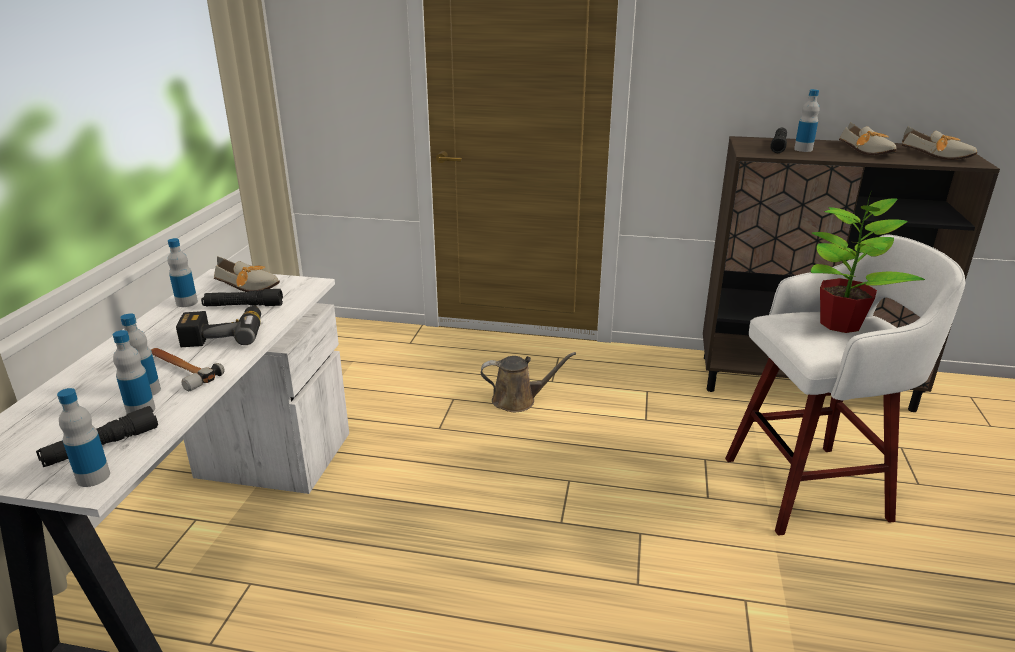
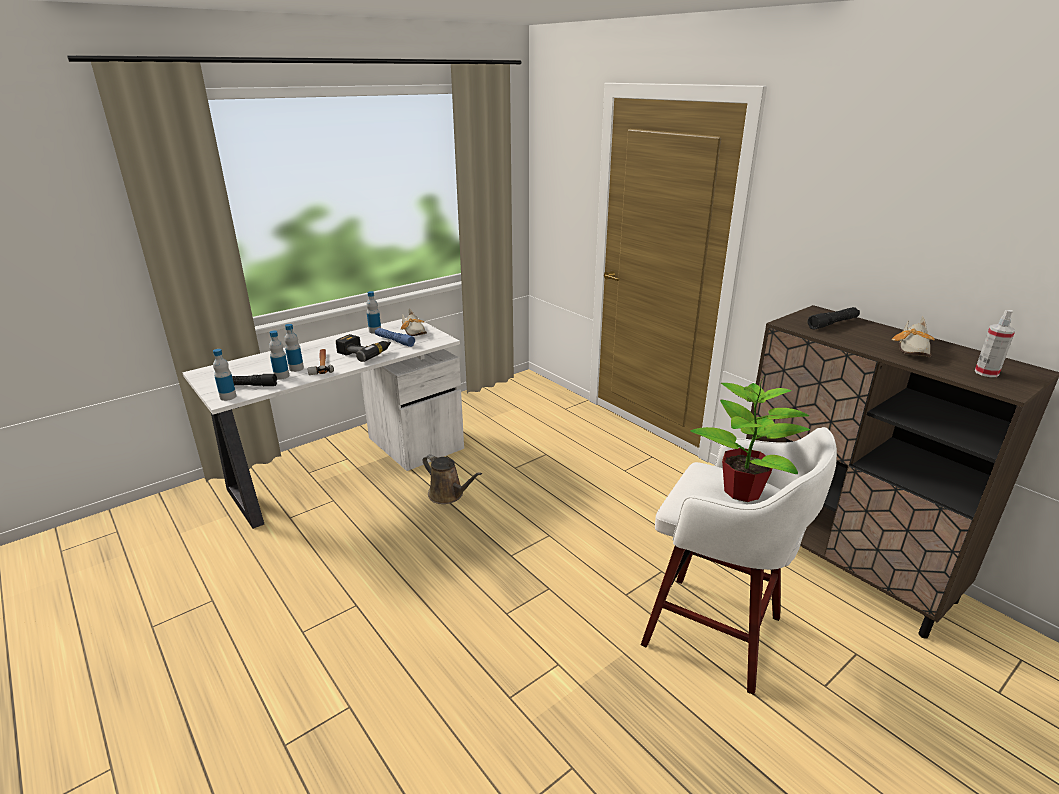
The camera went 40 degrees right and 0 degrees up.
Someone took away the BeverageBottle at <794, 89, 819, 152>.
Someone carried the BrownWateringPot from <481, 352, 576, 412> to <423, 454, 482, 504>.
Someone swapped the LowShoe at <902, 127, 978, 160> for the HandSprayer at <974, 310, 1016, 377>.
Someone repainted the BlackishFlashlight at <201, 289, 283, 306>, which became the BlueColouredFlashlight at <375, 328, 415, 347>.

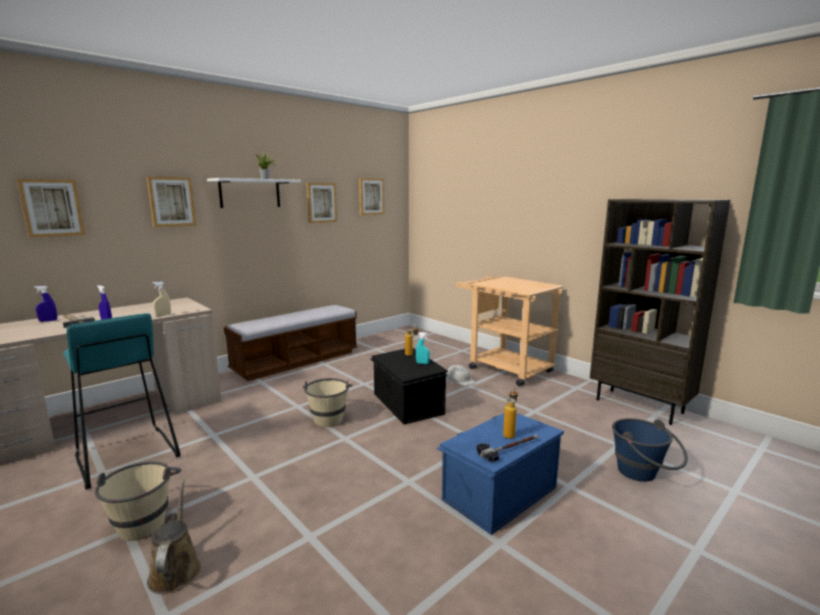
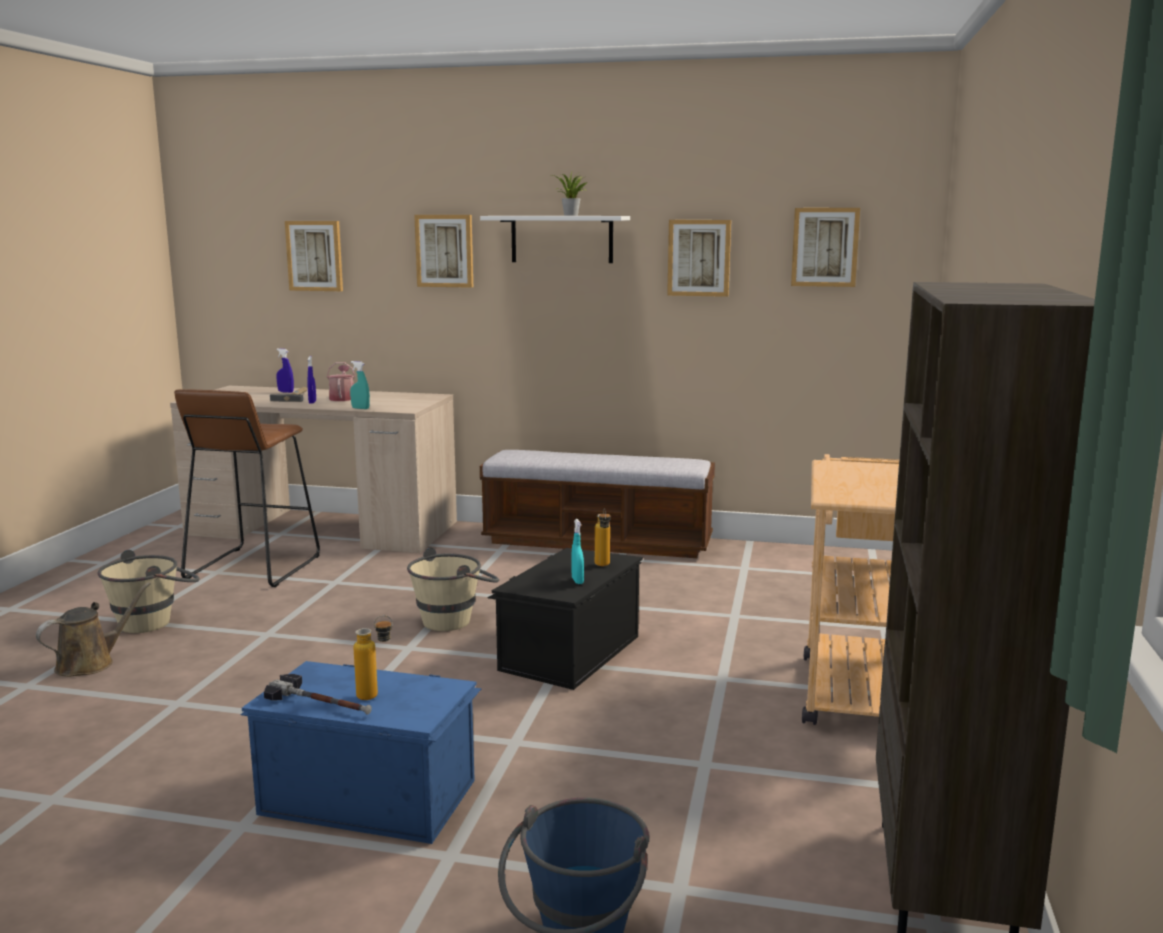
The camera went 55 degrees right and 0 degrees up.
Someone took away the WhiteColouredWorkHelmet at <446, 365, 476, 386>.
Someone put down the WateringPot at <327, 362, 355, 401>.
Someone repainted the BlueGreenStool at <63, 313, 181, 490>, which became the BrownStool at <174, 389, 320, 587>.
Someone repainted the BeigeColouredHandSprayer at <152, 281, 171, 316>, which became the BlueGreenHandSprayer at <350, 361, 370, 409>.

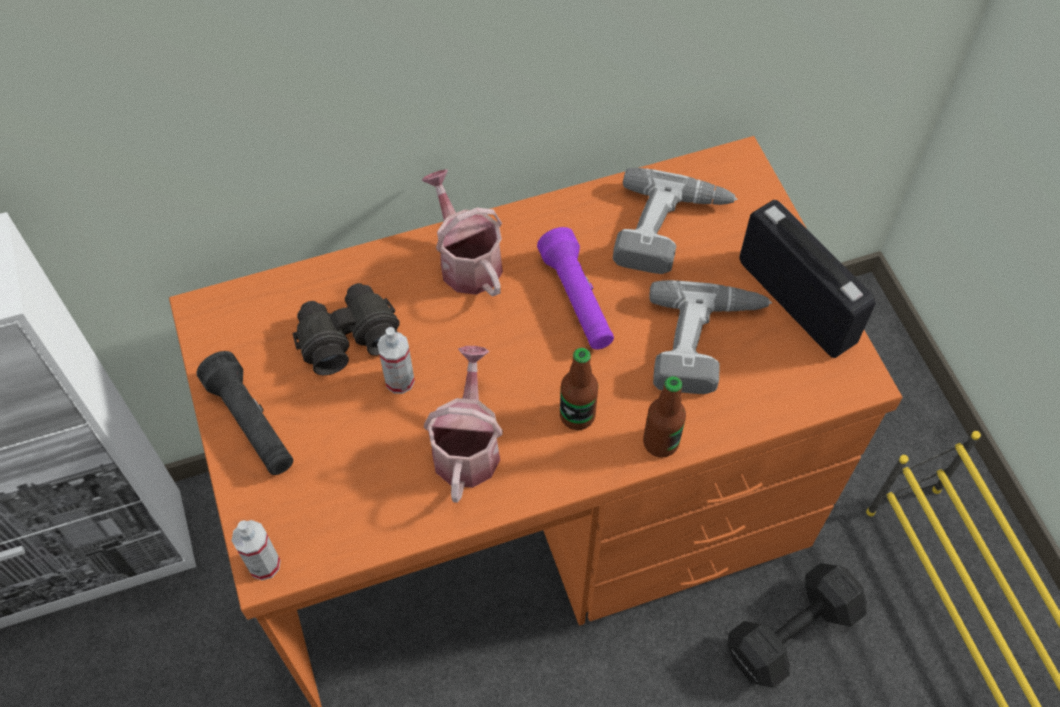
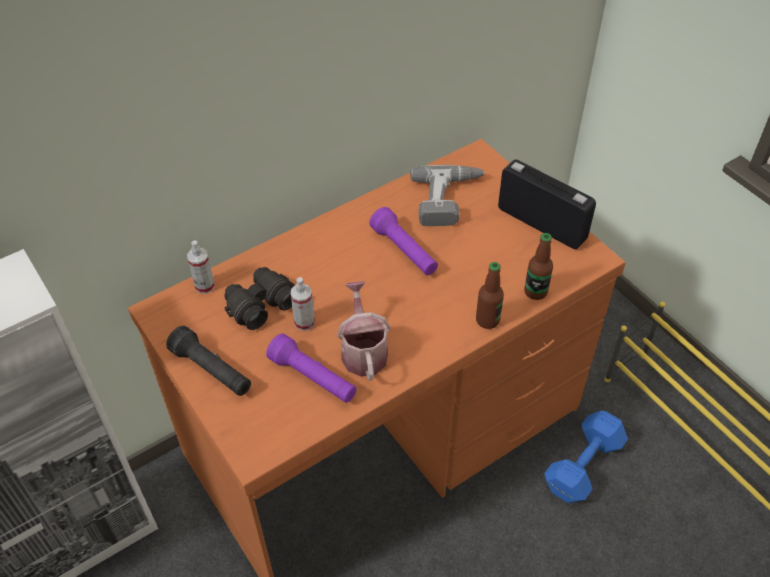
The camera went 15 degrees left and 10 degrees down.
Someone took away the WateringPot at <421, 169, 503, 297>.
Someone took away the PowerDrill at <649, 280, 772, 394>.
Someone put down the PurplishFlashlight at <266, 333, 357, 403>.
Someone carried the HandSprayer from <232, 520, 281, 580> to <187, 240, 215, 294>.
Someone carried the BeverageBottle from <560, 348, 598, 430> to <524, 233, 553, 300>.
Someone repainted the BlackishDumbbell at <728, 563, 866, 688>, which became the BlueColouredDumbbell at <544, 411, 628, 503>.

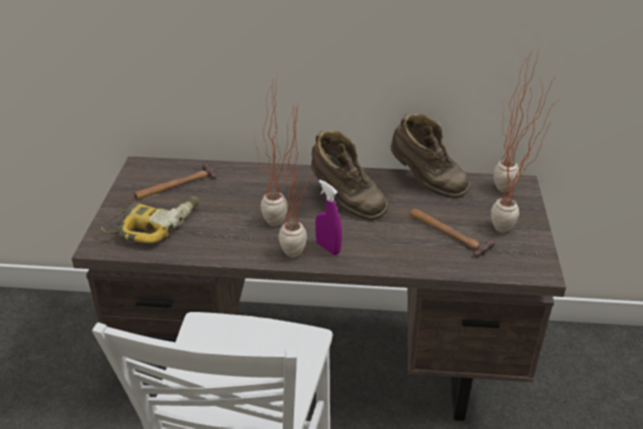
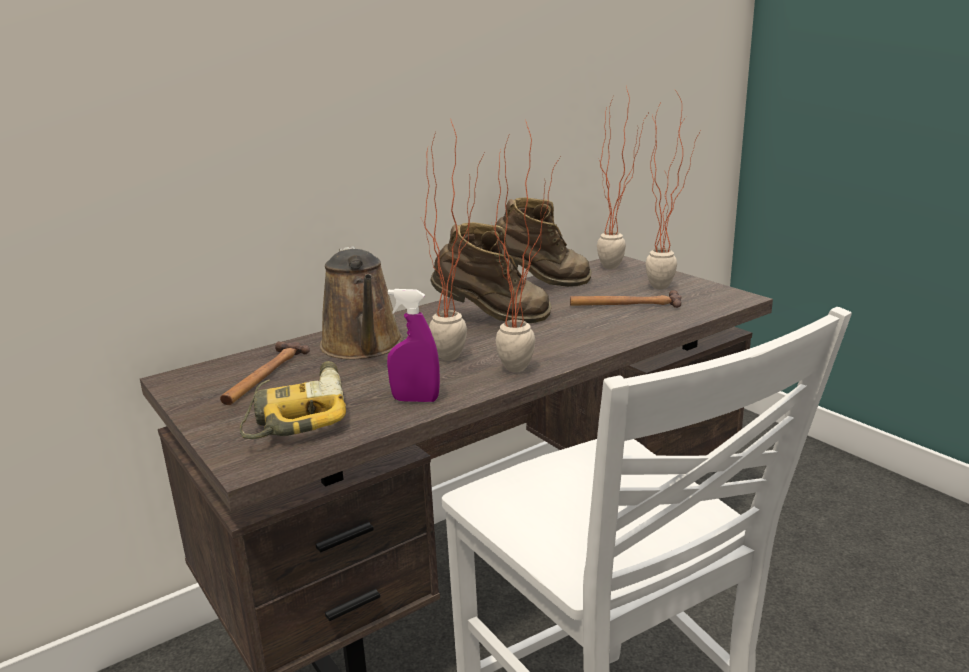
The camera went 40 degrees left and 15 degrees down.
Someone put down the BrownWateringPot at <320, 246, 403, 359>.
Someone carried the PurplishHandSprayer from <315, 180, 342, 255> to <387, 289, 440, 402>.

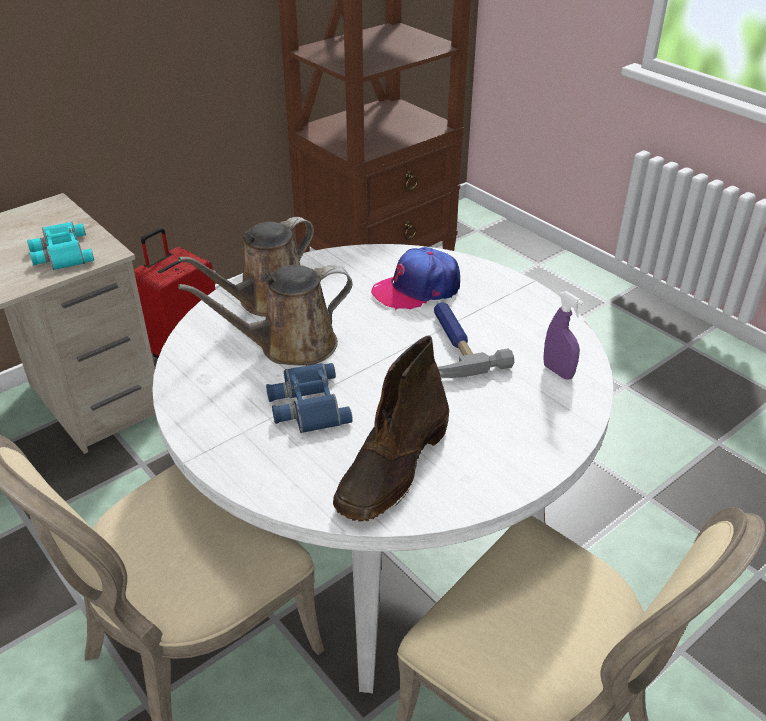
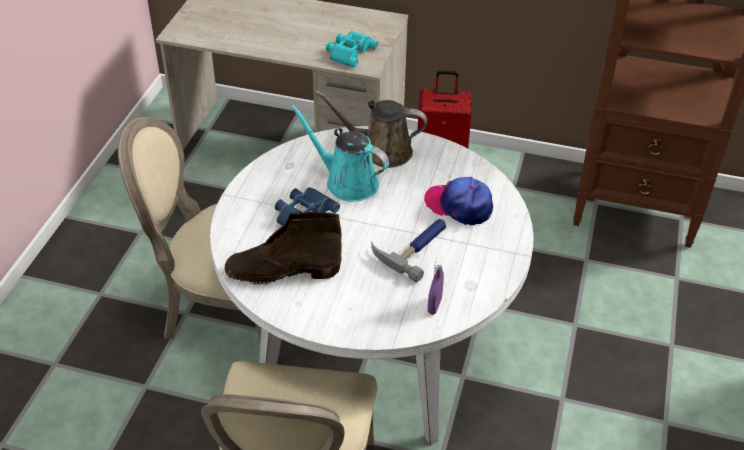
The camera went 55 degrees right and 5 degrees up.
Someone repainted the BrownWateringPot at <178, 265, 352, 366>, which became the BlueGreenWateringPot at <290, 104, 389, 201>.

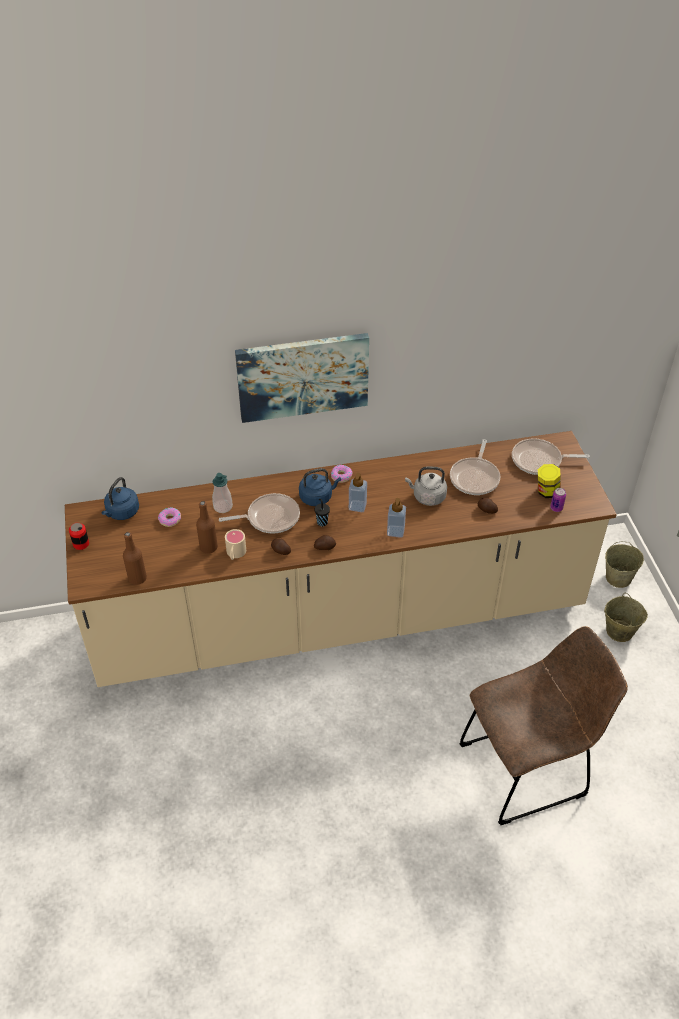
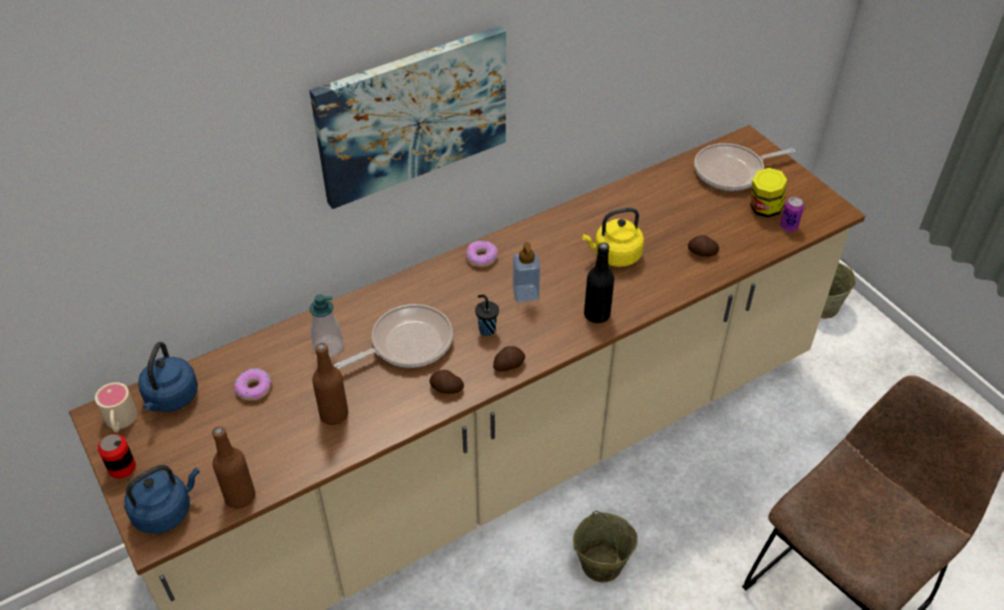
The camera went 20 degrees left and 0 degrees up.
Someone took away the Skillet at <450, 439, 501, 495>.
Someone carried the BeigeColouredTeaMug from <225, 529, 246, 560> to <95, 382, 137, 433>.
Someone carried the BlueColouredKettle from <299, 468, 341, 506> to <124, 465, 200, 534>.
Someone carried the BeigeColouredWaterBucket from <604, 593, 648, 642> to <573, 511, 638, 582>.
Someone swapped the LiquidSoapBottle at <387, 498, 406, 538> for the BlackishBeverageBottle at <584, 243, 614, 323>.
Someone repainted the GreyKettle at <405, 467, 447, 506>, which became the YellowishKettle at <582, 208, 644, 267>.

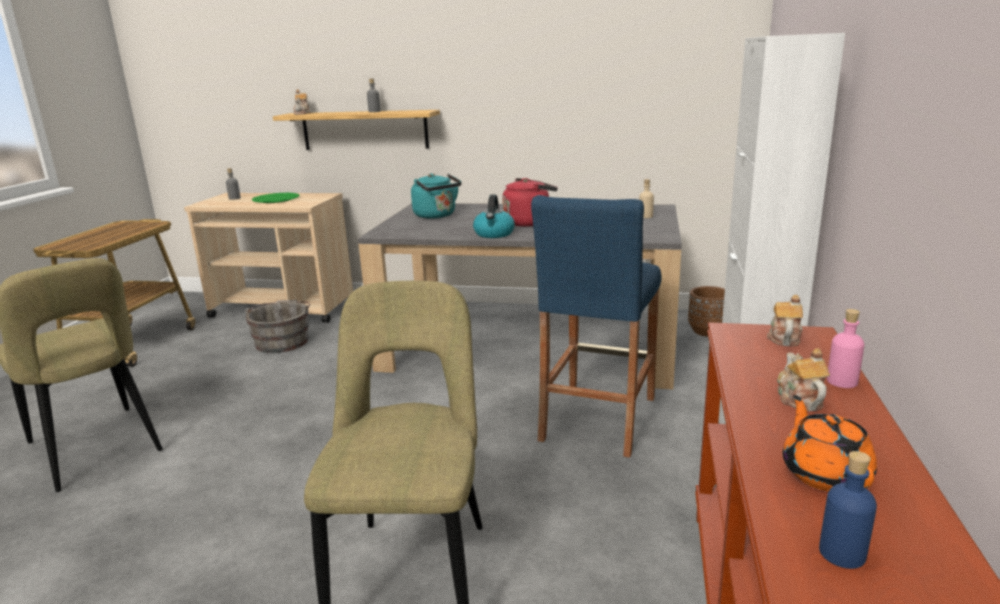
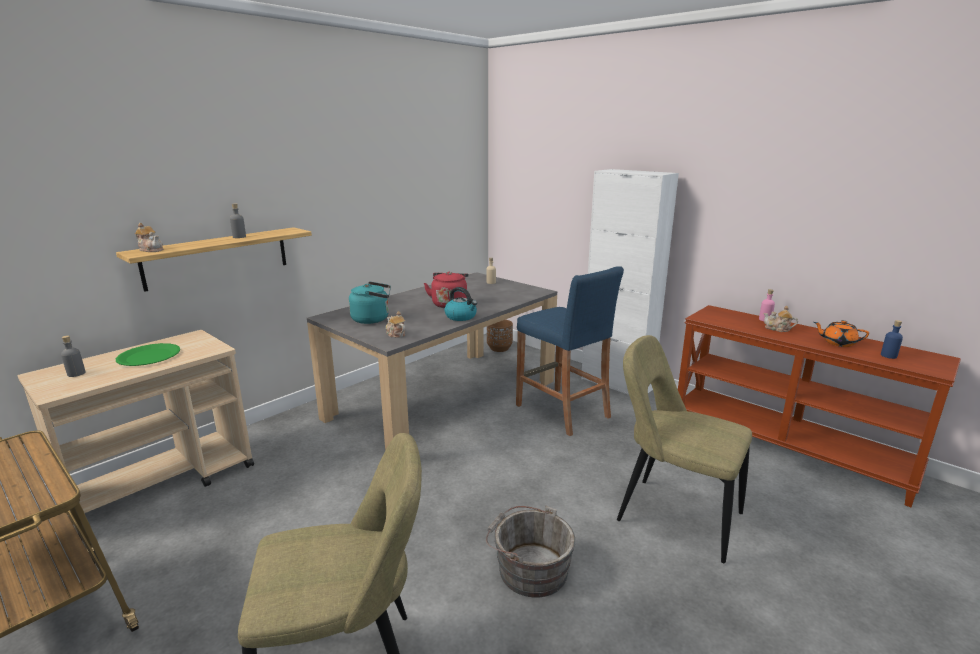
The camera went 60 degrees left and 0 degrees up.
Someone carried the GreyWaterBucket from <245, 300, 310, 353> to <486, 506, 575, 597>.
Someone carried the TeaPot from <767, 295, 803, 346> to <386, 311, 405, 338>.

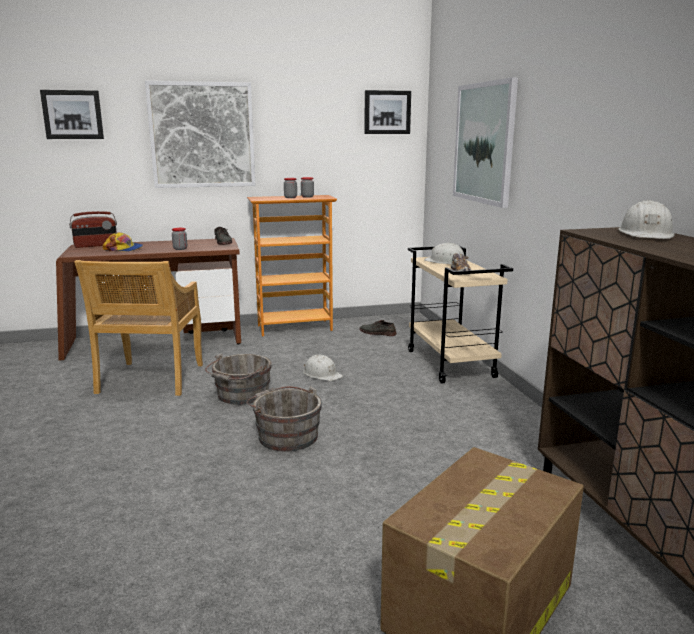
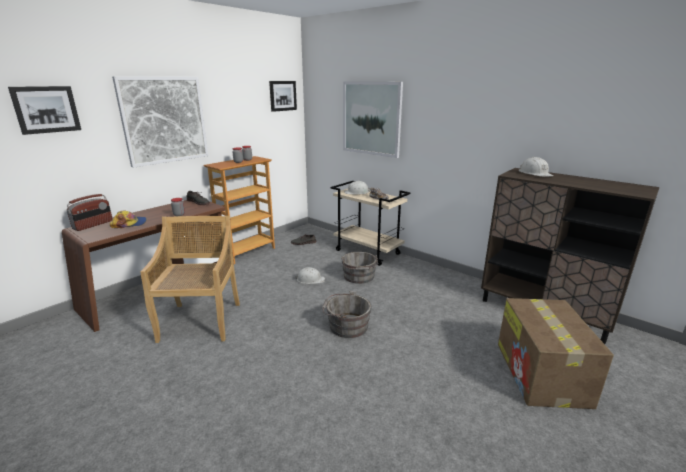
The camera went 35 degrees left and 5 degrees up.
Someone carried the GreyWaterBucket from <205, 353, 272, 405> to <341, 252, 378, 284>.
Someone rotated the BeigeColouredPlainChair at <74, 260, 203, 396> by 150 degrees counterclockwise.

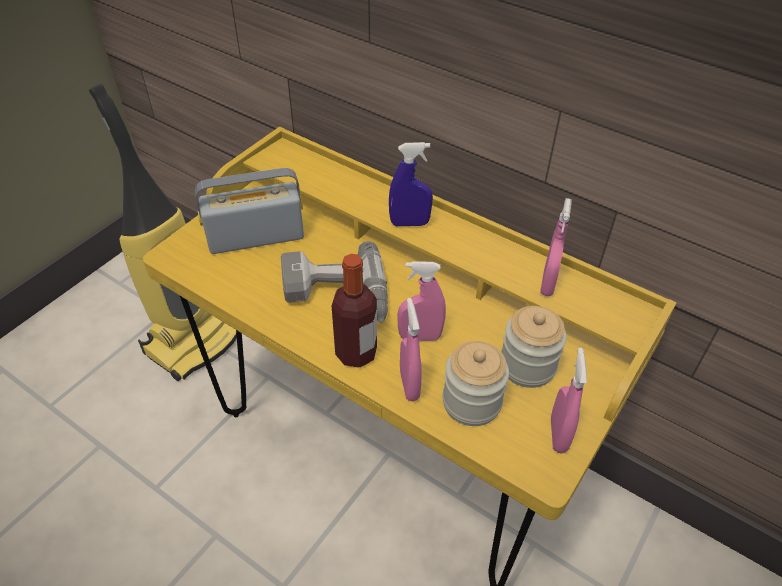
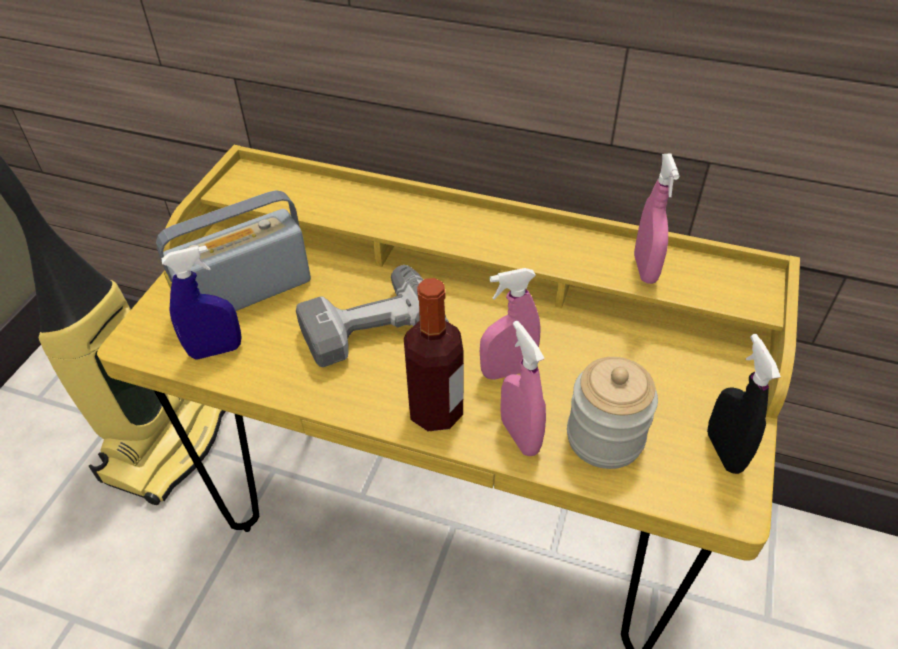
The camera went 15 degrees left and 0 degrees up.
Someone took away the Jar at <501, 306, 567, 388>.
Someone carried the BlueColouredHandSprayer from <389, 142, 433, 226> to <162, 246, 242, 359>.
Someone repainted the PinkHandSprayer at <551, 348, 587, 453>, which became the BlackishHandSprayer at <707, 334, 781, 474>.

